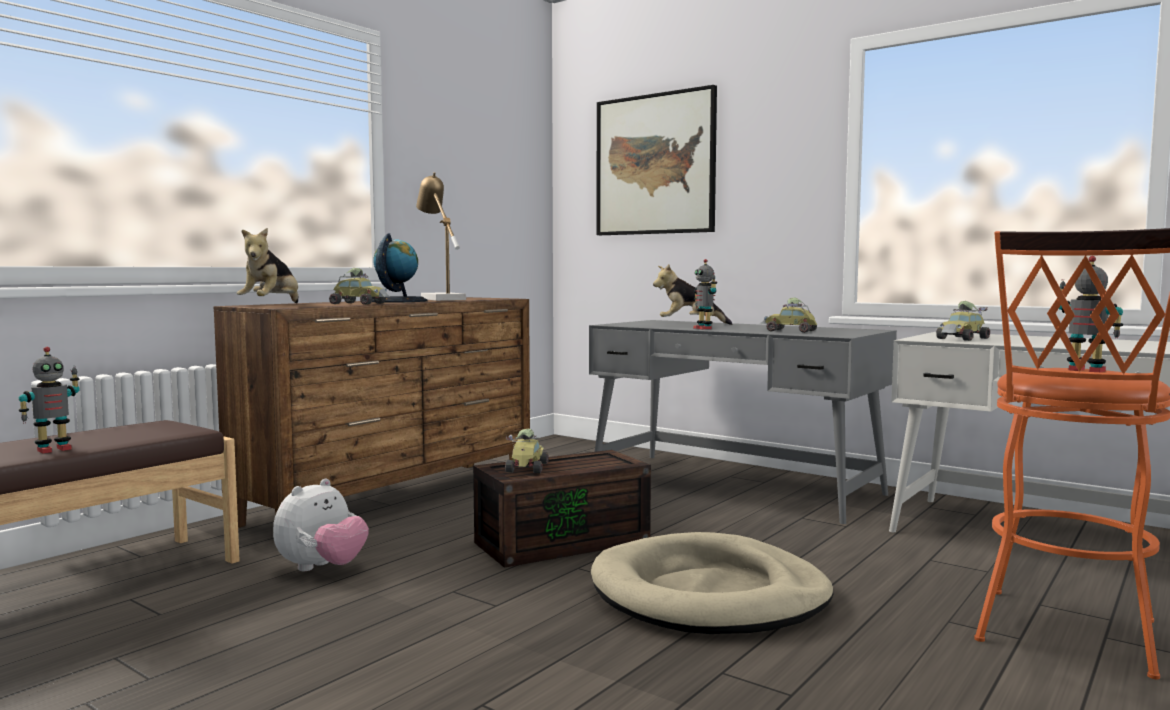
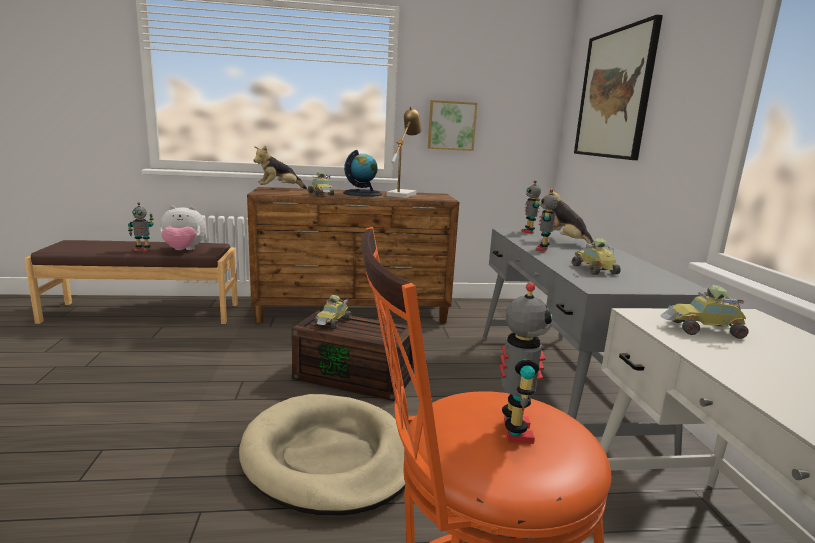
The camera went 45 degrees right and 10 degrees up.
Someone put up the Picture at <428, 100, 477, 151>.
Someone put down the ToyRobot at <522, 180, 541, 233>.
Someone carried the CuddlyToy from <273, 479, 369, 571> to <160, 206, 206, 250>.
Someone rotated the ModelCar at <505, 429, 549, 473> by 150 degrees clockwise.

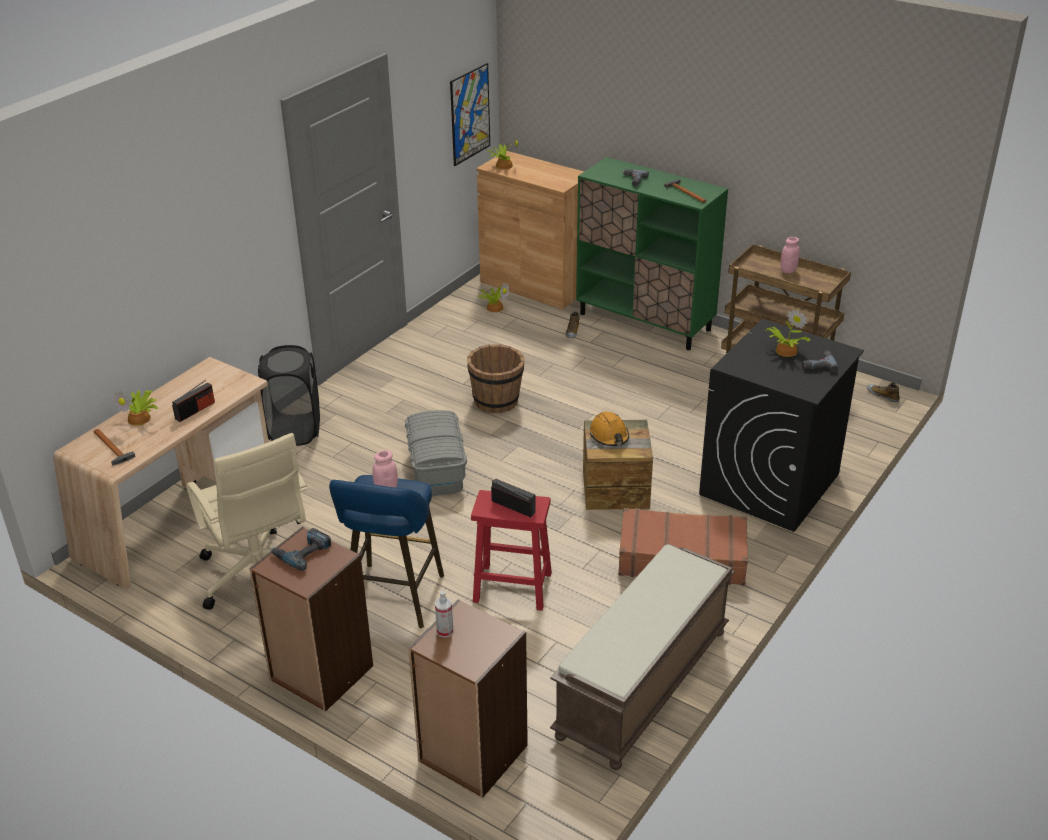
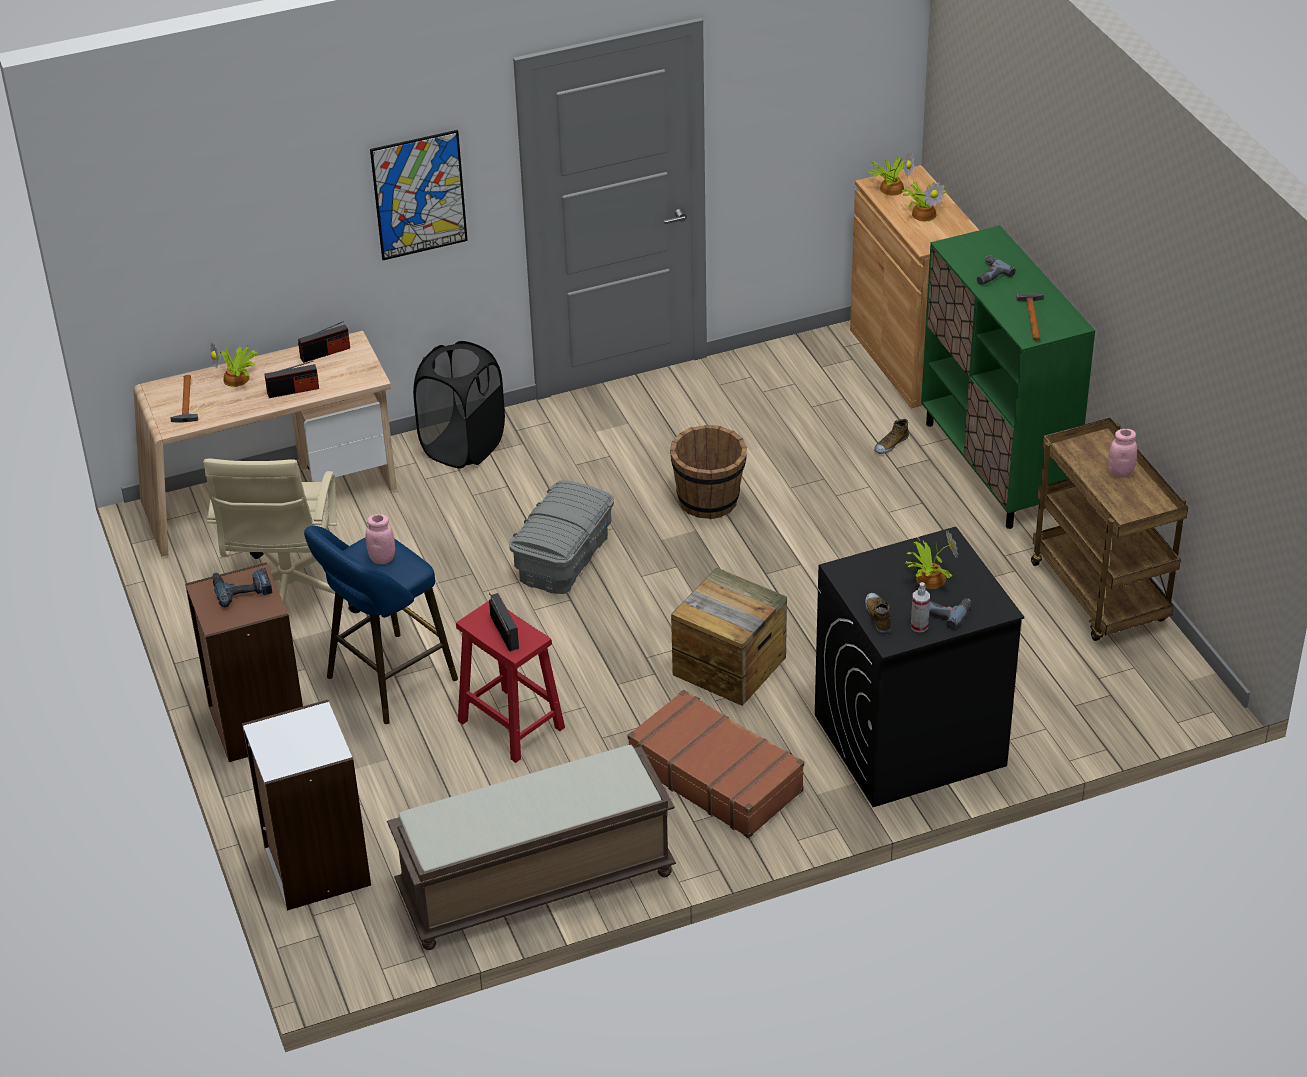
The camera went 35 degrees right and 5 degrees up.
Someone took away the OrangeWorkHelmet at <590, 412, 629, 446>.
Someone put down the RadioSet at <298, 321, 350, 363>.
Someone carried the HandSprayer from <435, 591, 453, 638> to <911, 582, 930, 632>.
Someone carried the Picture from <450, 63, 490, 166> to <370, 130, 468, 260>.
Someone carried the PottedPlant from <477, 282, 509, 312> to <902, 182, 949, 221>.
Someone carried the LowShoe from <867, 382, 900, 402> to <865, 593, 891, 634>.
Someone repainted the BrownBookshelf at <408, 599, 528, 798>, which became the WhiteColouredBookshelf at <242, 700, 371, 911>.

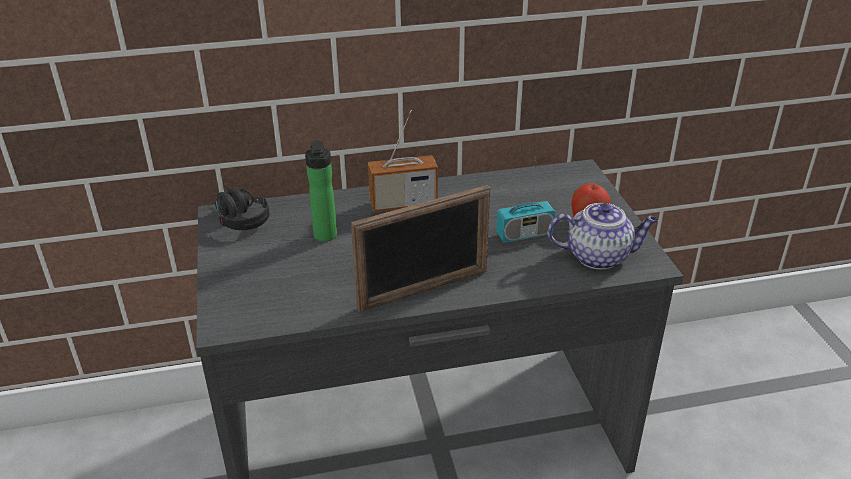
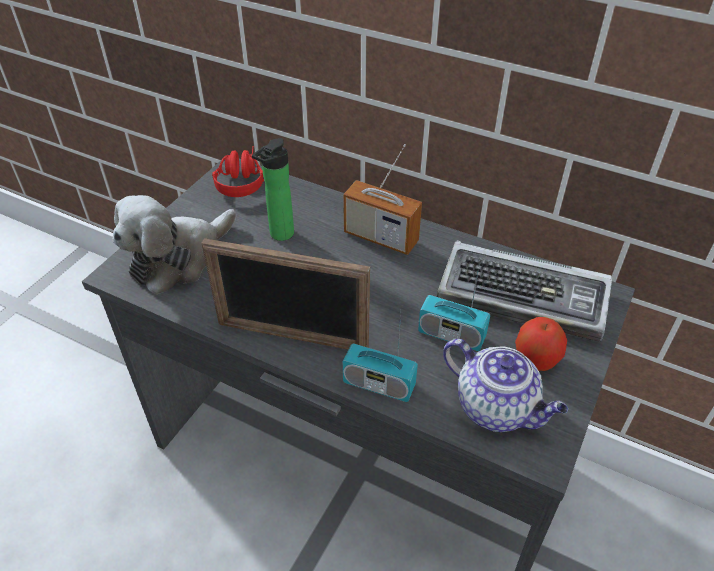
The camera went 40 degrees right and 10 degrees up.
Someone put down the CuddlyToy at <112, 195, 236, 295>.
Someone put down the RadioSet at <343, 313, 418, 402>.
Someone put down the ComputerKeyboard at <437, 240, 612, 342>.
Someone repainted the BlackishHeadphones at <215, 186, 269, 230>, which became the ReddishHeadphones at <212, 146, 264, 197>.

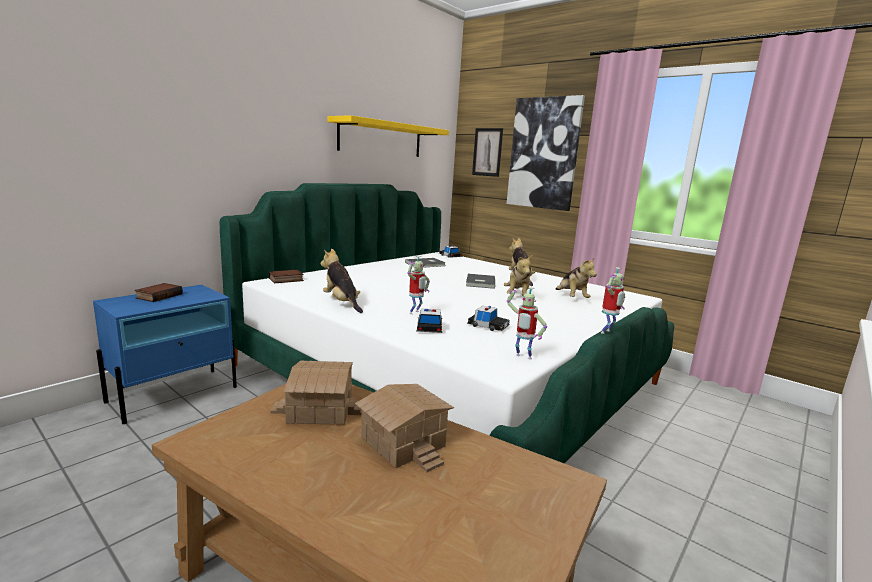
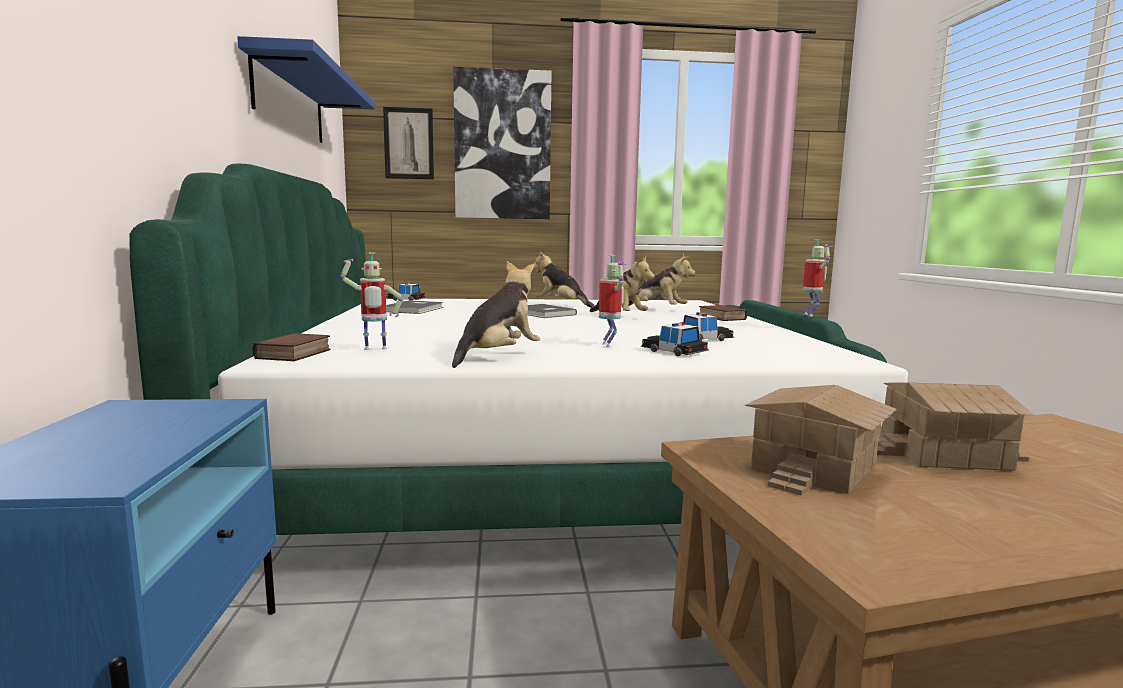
The camera went 45 degrees left and 5 degrees down.
Someone carried the Volume from <135, 283, 183, 302> to <699, 305, 747, 321>.
Someone carried the ToyRobot from <507, 287, 547, 359> to <341, 252, 403, 350>.
Someone repainted the YellowishShelf at <327, 115, 449, 157>, which became the BlueColouredShelf at <237, 36, 375, 143>.
Someone rotated the CuddlyToy at <321, 248, 363, 313> by 120 degrees clockwise.

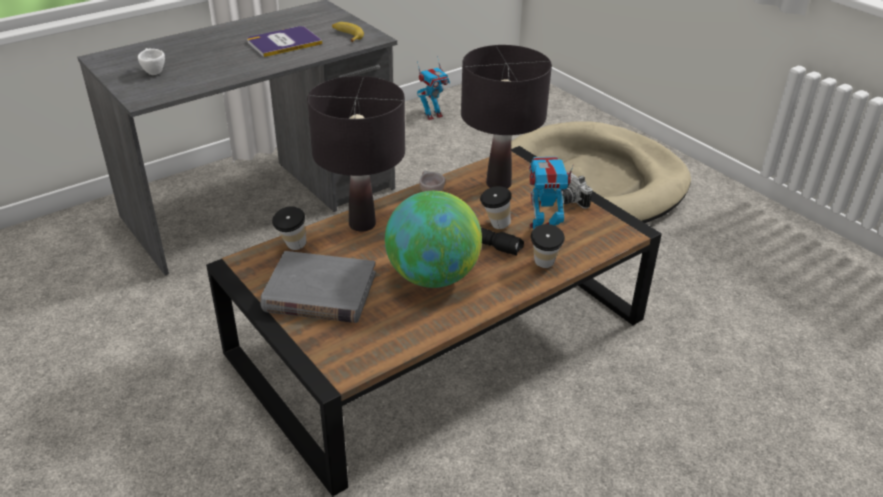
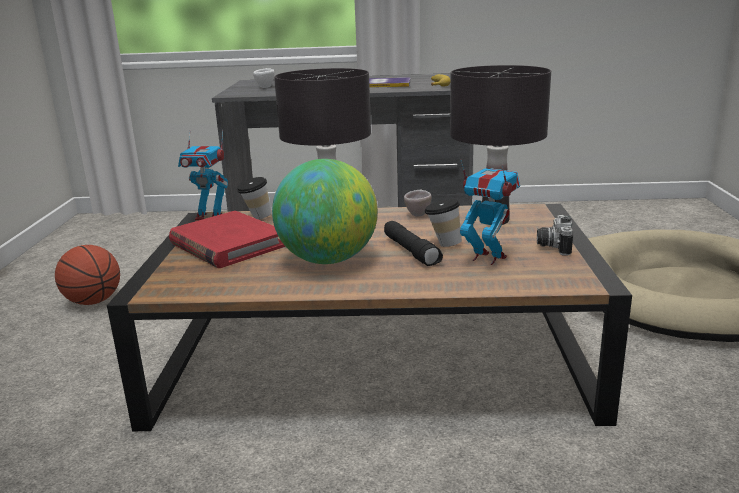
The camera went 40 degrees right and 15 degrees down.
Someone took away the DrinkingCup at <531, 224, 565, 268>.
Someone put down the BallForBasketball at <55, 245, 120, 305>.
Someone carried the ToyRobot from <417, 56, 450, 120> to <178, 130, 228, 221>.
Someone repainted the GreyVolume at <260, 251, 376, 323>, which became the ReddishVolume at <169, 211, 286, 268>.

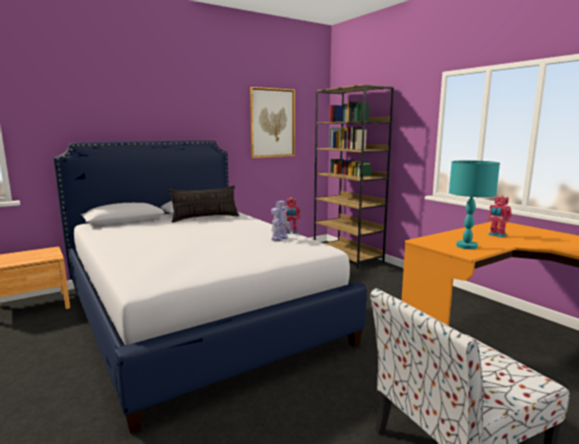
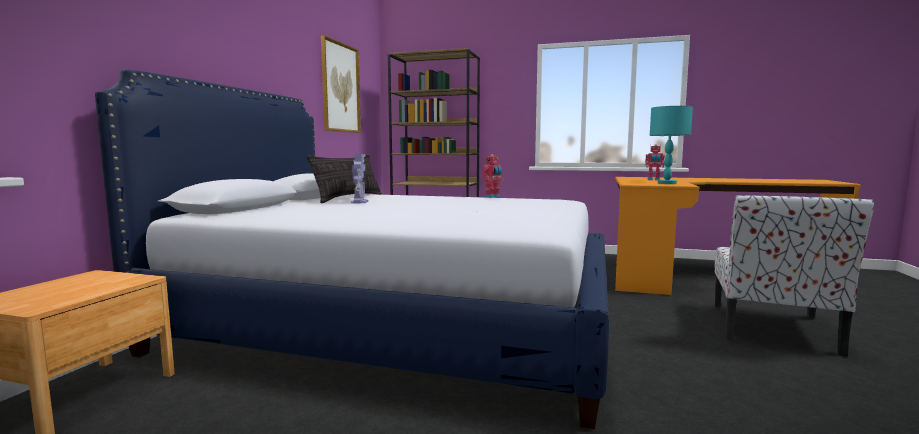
The camera went 40 degrees left and 5 degrees down.
Someone carried the ToyRobot from <271, 201, 290, 241> to <351, 154, 369, 204>.

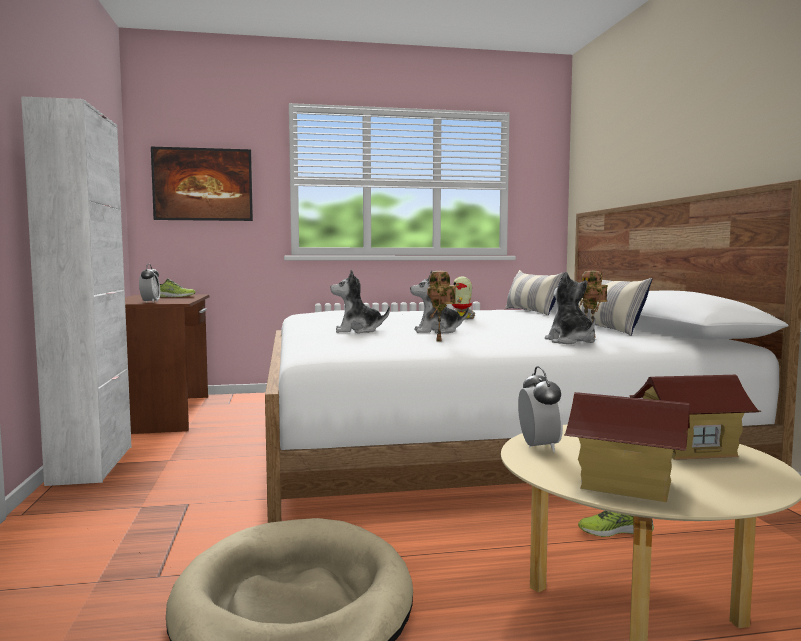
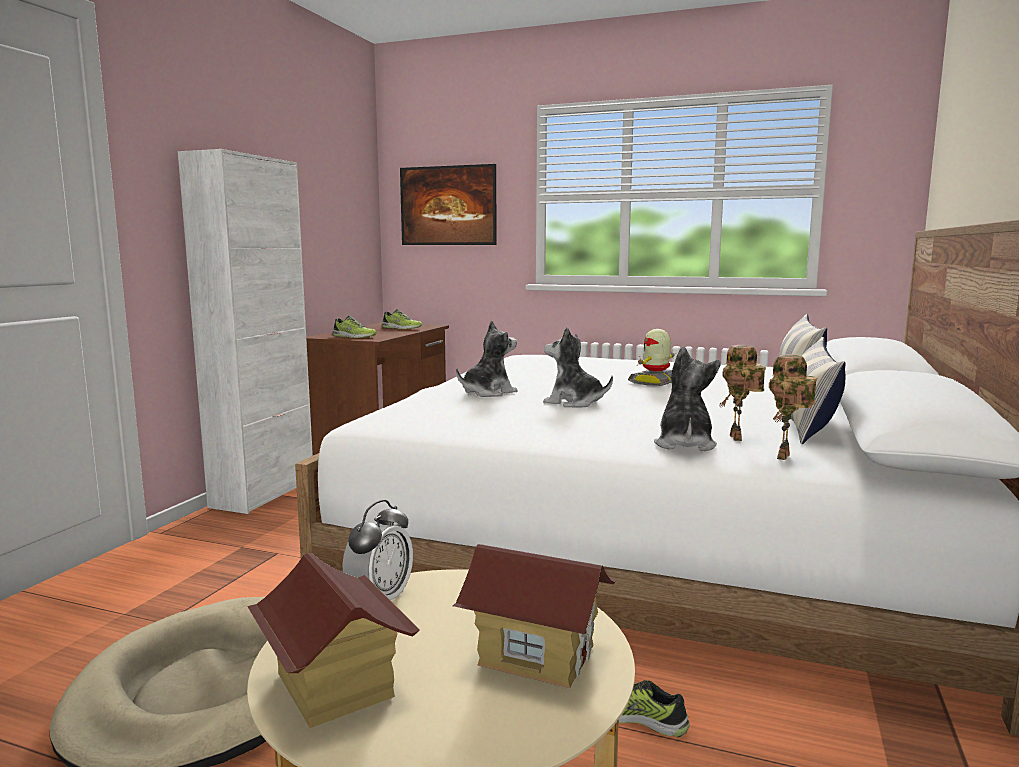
The camera went 30 degrees right and 5 degrees up.
Someone carried the ToyRobot from <427, 271, 456, 341> to <769, 354, 817, 460>.
Someone swapped the TableClock at <139, 264, 160, 303> for the LowShoe at <332, 316, 376, 338>.
Someone rotated the CuddlyToy at <330, 269, 390, 333> by 120 degrees clockwise.

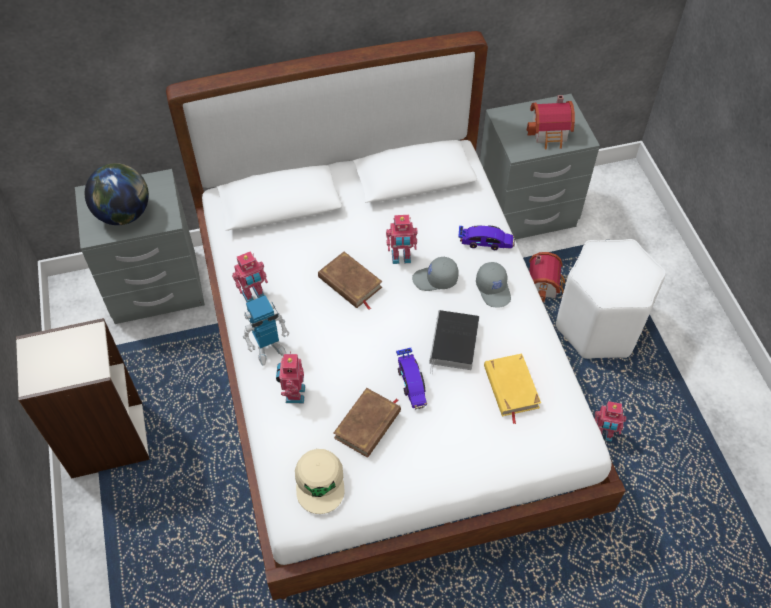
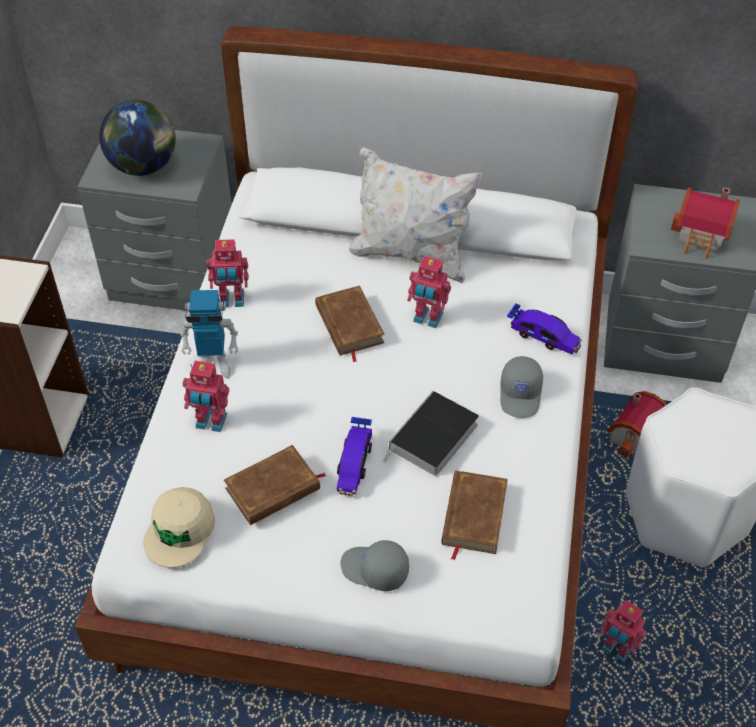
The camera went 25 degrees right and 5 degrees down.
Someone put down the WhiteColouredCushion at <349, 147, 482, 283>.
Someone carried the GreyBaseballCap from <412, 257, 459, 291> to <340, 540, 409, 591>.
Someone repainted the YellowishVolume at <484, 354, 541, 424>, which became the BrownVolume at <441, 470, 508, 561>.
Someone rotated the ToyRobot at <276, 351, 305, 403> by 105 degrees counterclockwise.

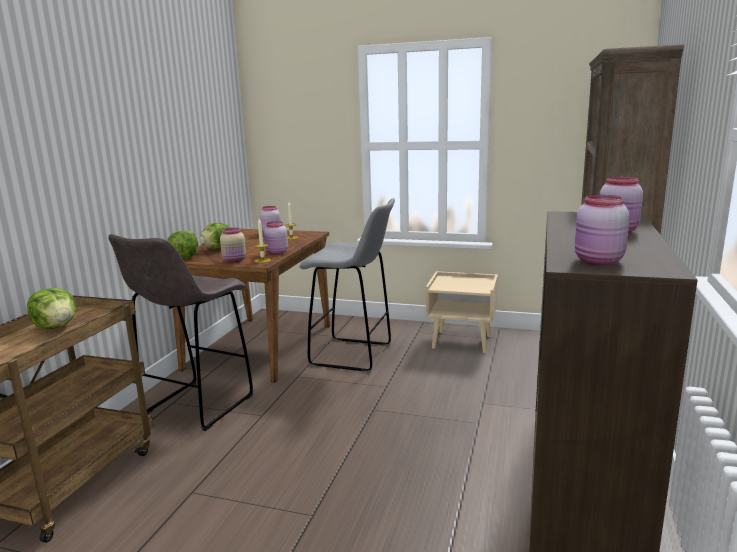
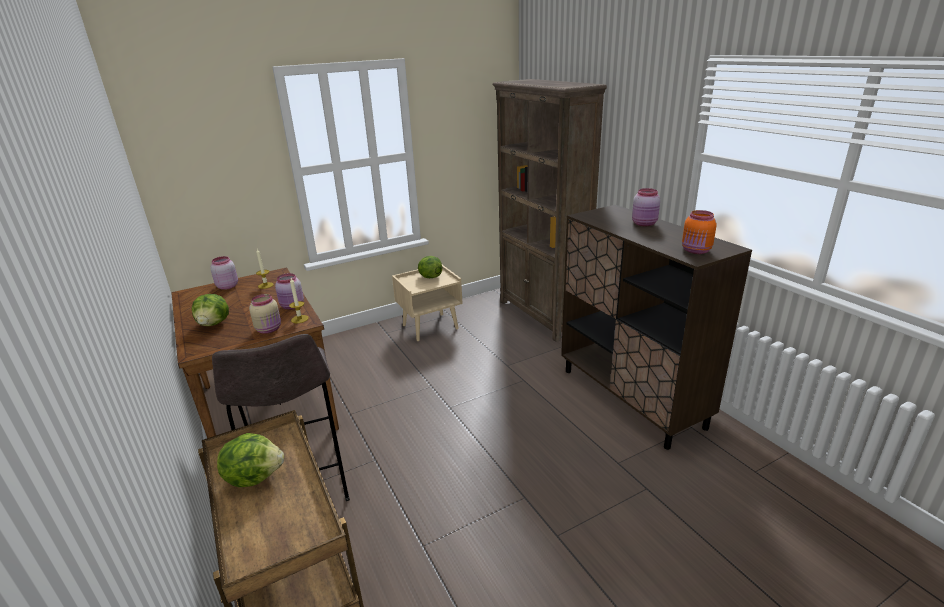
The camera went 45 degrees left and 10 degrees up.
Someone took away the GreyStool at <299, 198, 395, 373>.
Someone carried the HeadOfLettuce from <167, 230, 198, 259> to <418, 256, 442, 278>.
Someone repainted the PinkJar at <575, 195, 630, 265>, which became the OrangeJar at <682, 210, 717, 254>.

